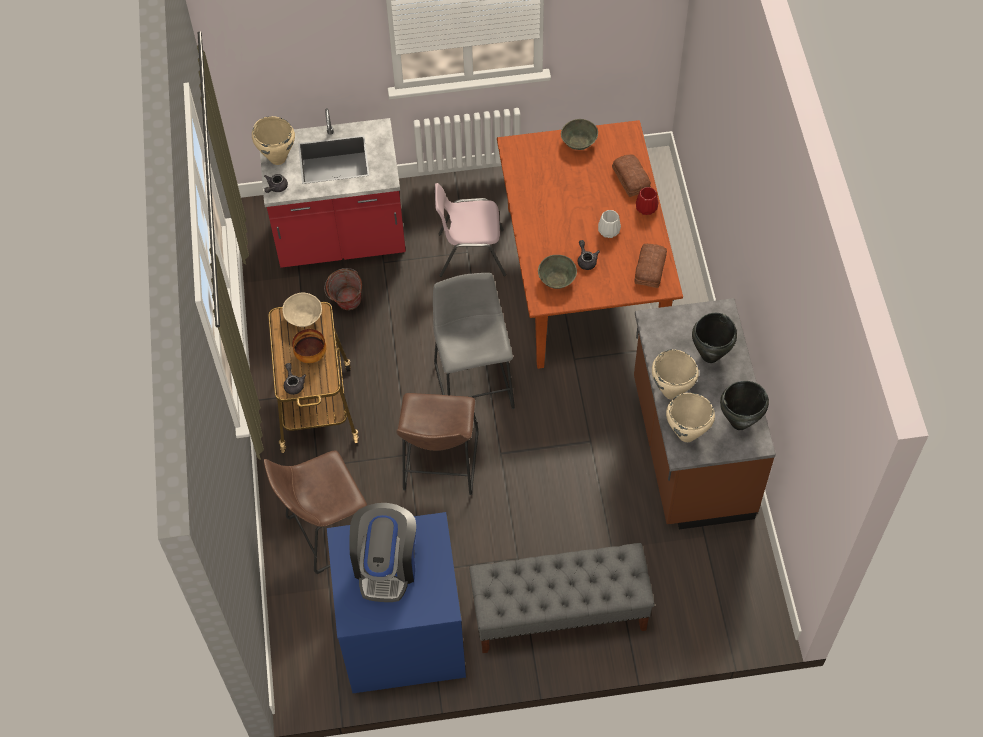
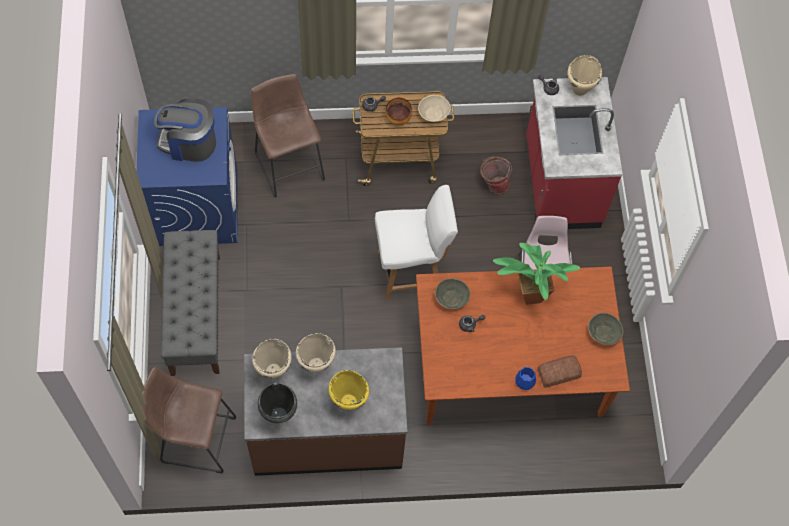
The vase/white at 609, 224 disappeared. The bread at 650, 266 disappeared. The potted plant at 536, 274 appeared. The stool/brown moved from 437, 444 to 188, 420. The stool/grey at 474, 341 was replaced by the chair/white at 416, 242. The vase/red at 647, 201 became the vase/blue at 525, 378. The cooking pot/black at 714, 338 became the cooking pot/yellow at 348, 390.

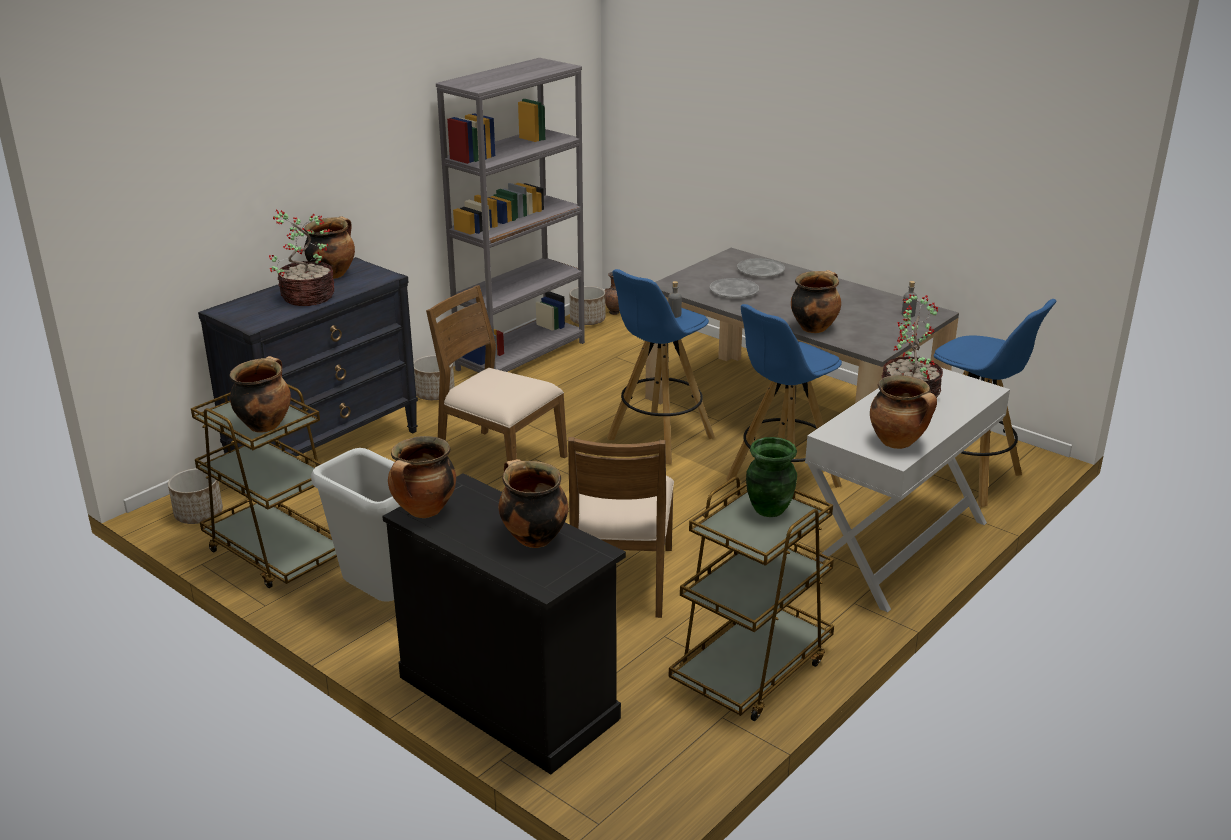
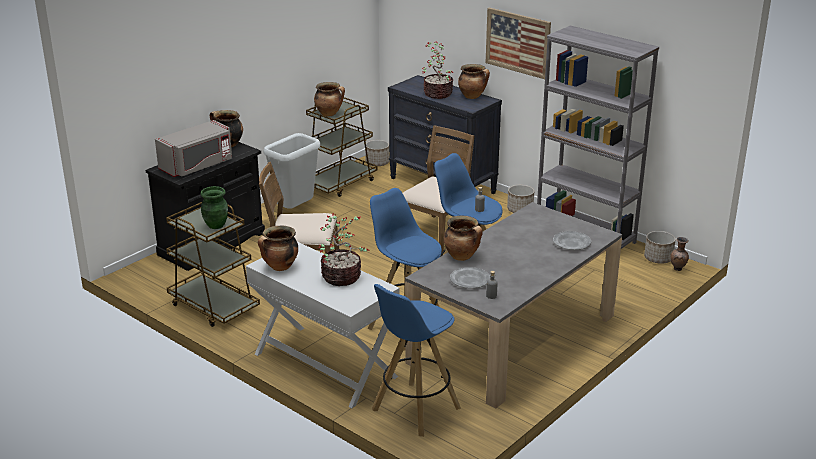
The picture at 518, 43 appeared. The plate/grey moved from 734, 288 to 470, 278. The cooking pot at 533, 503 was replaced by the microwave/grey at 193, 148.

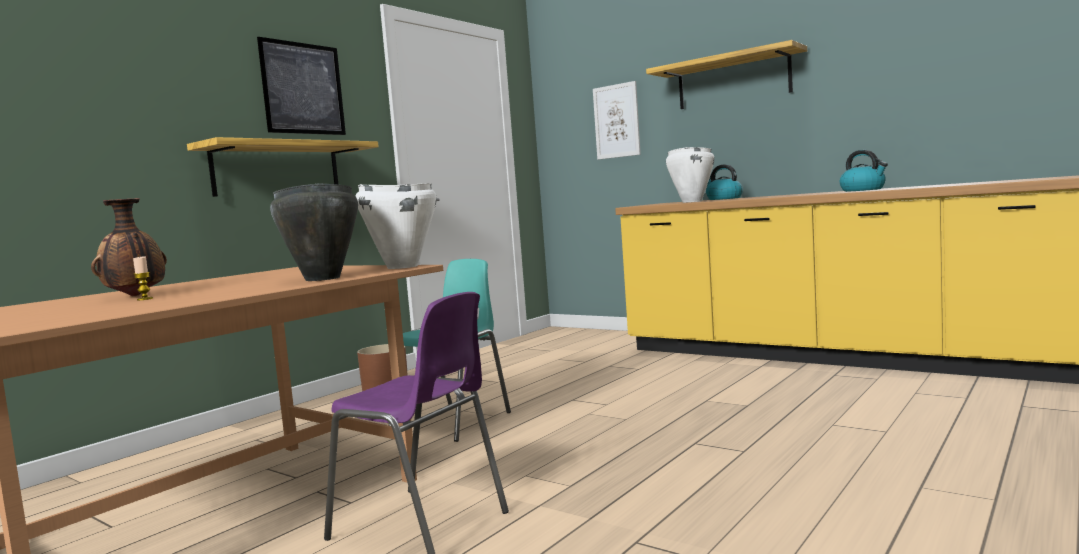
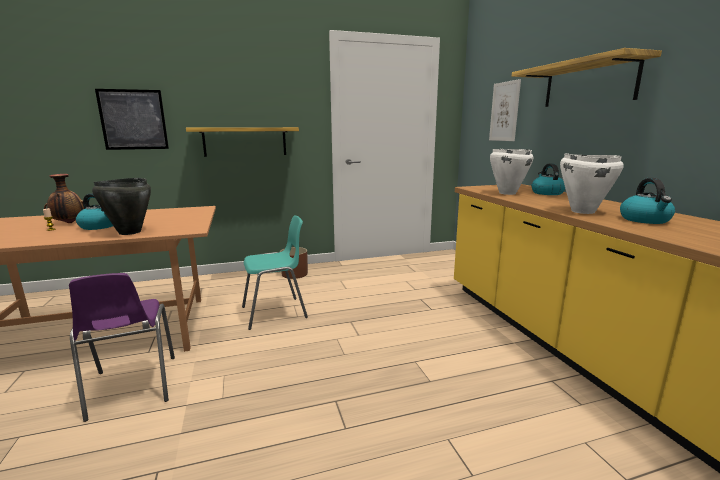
The kettle at 94, 211 appeared. The picture moved from 301, 86 to 132, 119. The cooking pot/white moved from 396, 226 to 592, 183.

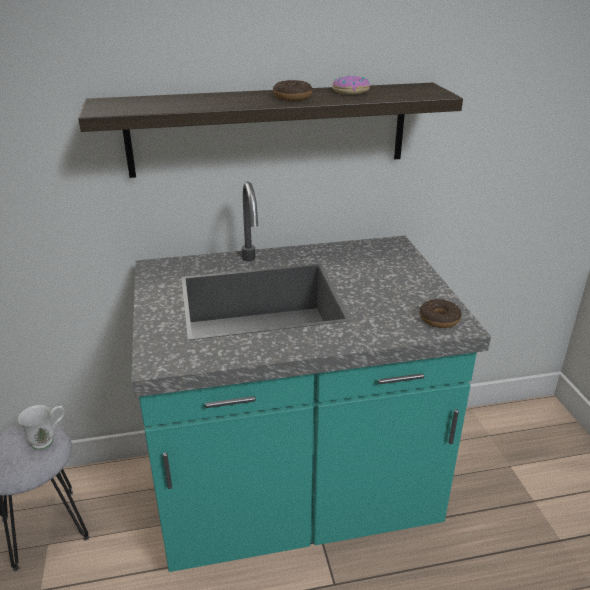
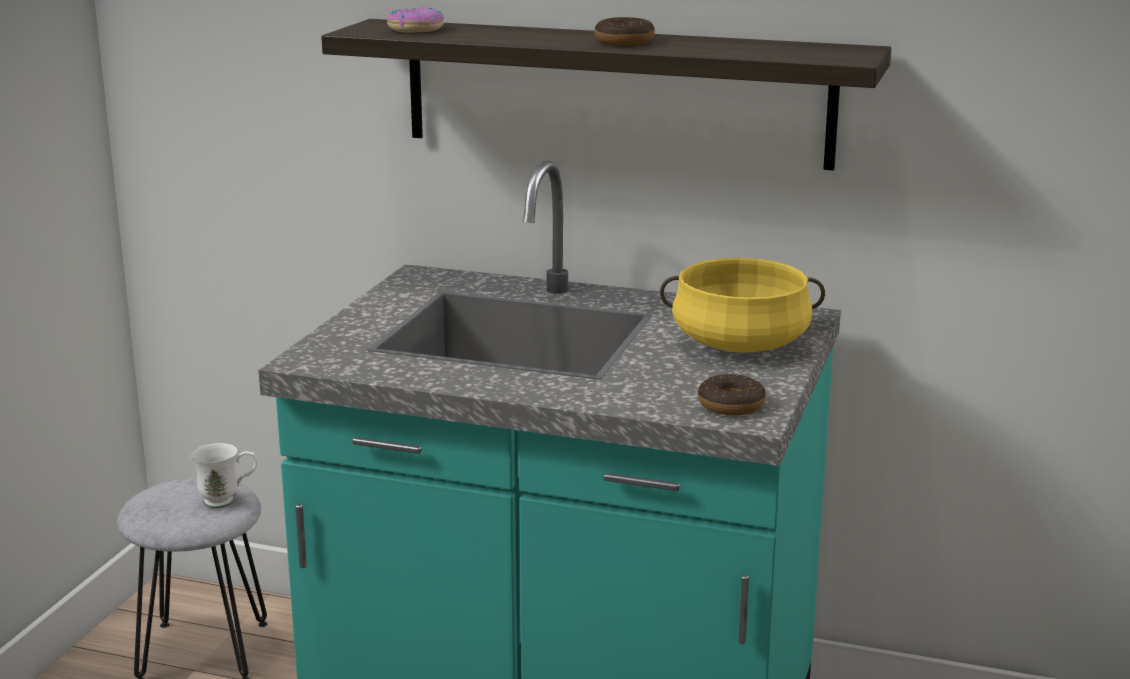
The cooking pot/yellow at 742, 305 appeared. The donut moved from 351, 85 to 415, 20.

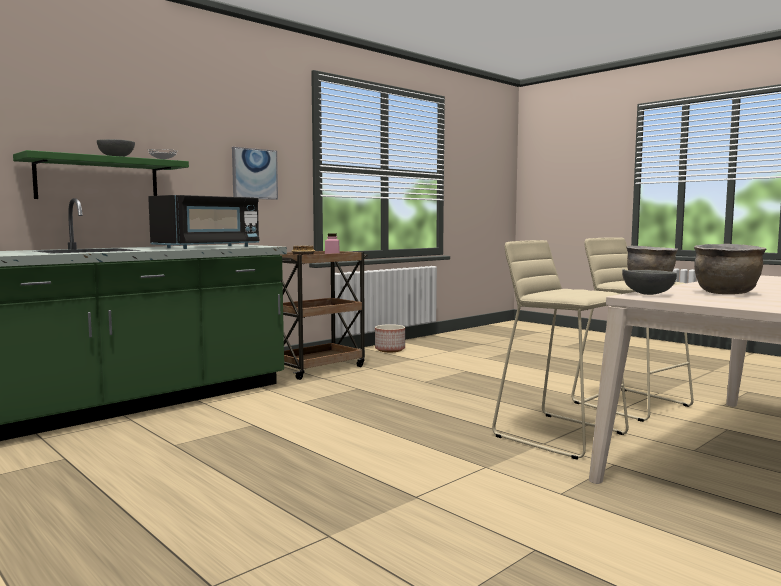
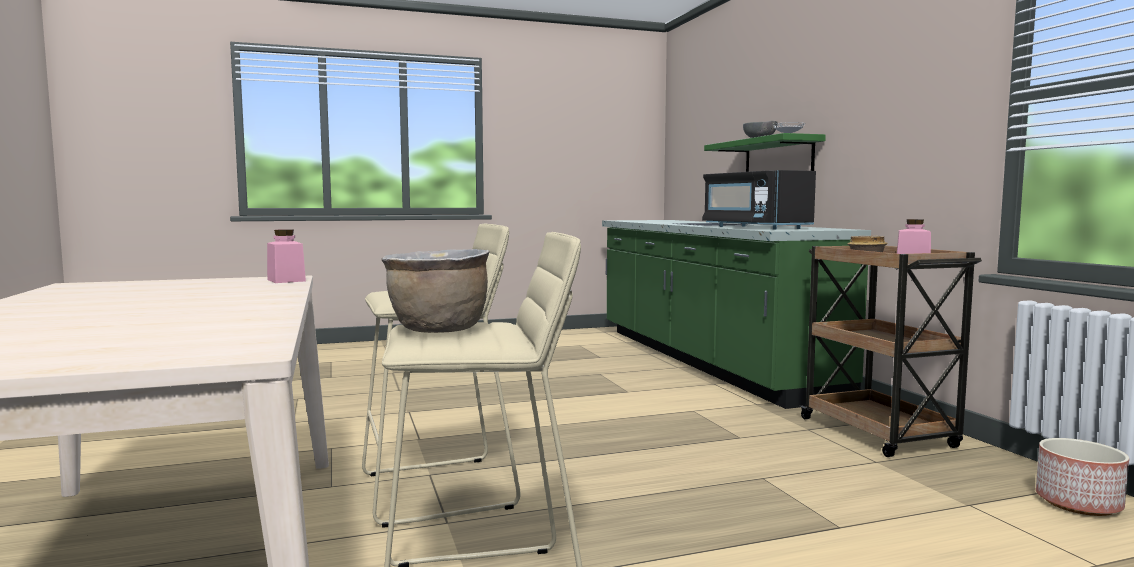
The picture at 255, 173 disappeared. The cooking pot/brown at 730, 269 disappeared. The bowl/grey at 649, 282 was replaced by the jar/pink at 286, 256.

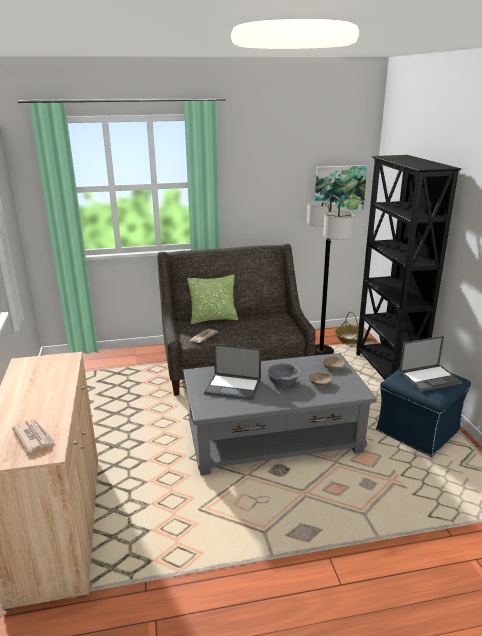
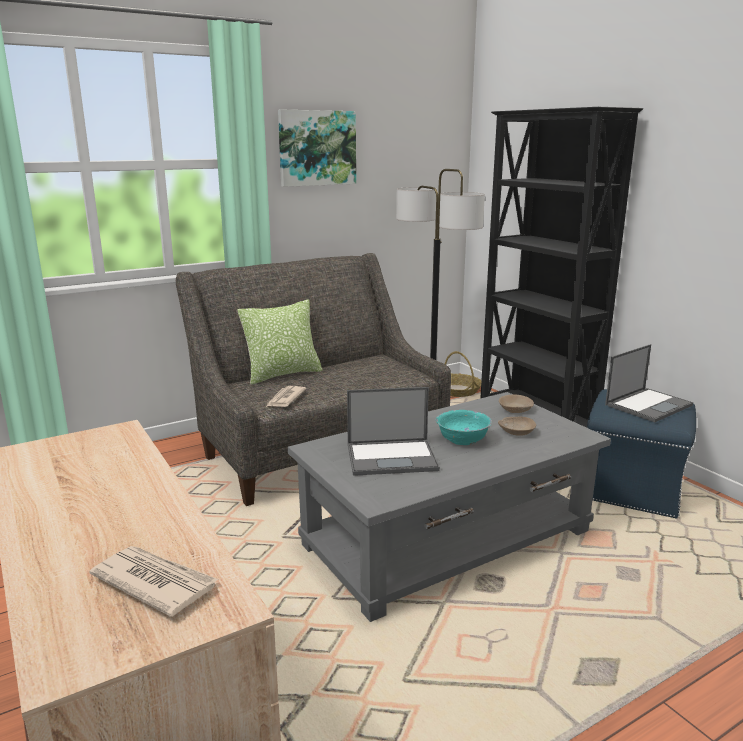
The picture moved from 341, 188 to 317, 148. The bowl/grey at 283, 375 became the bowl/turquoise at 464, 427.

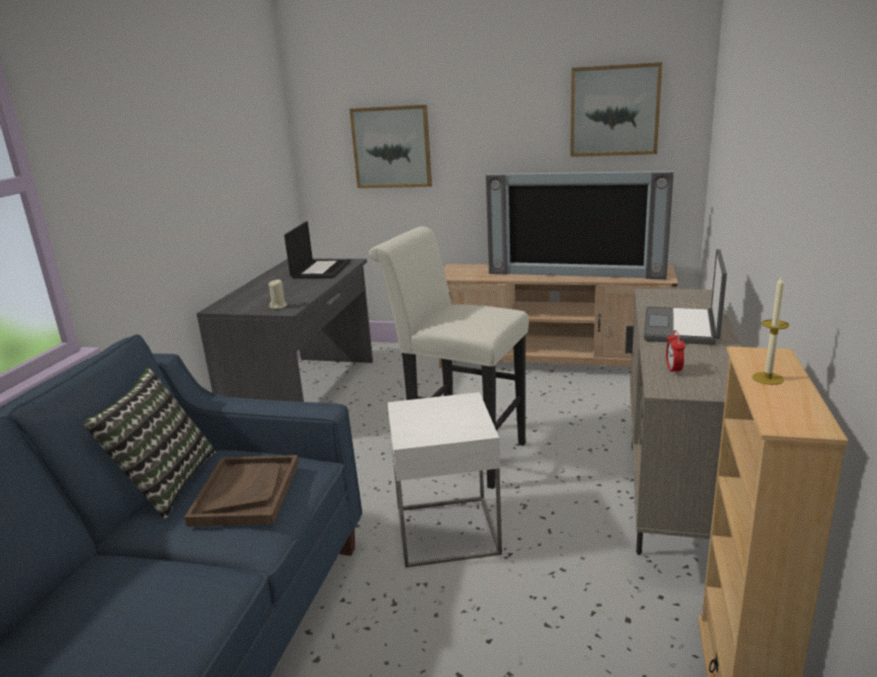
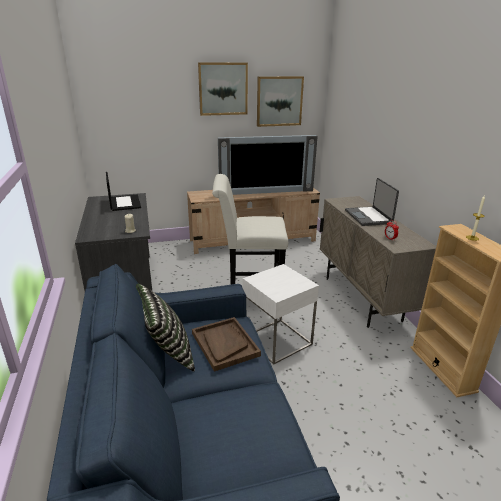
The picture moved from 391, 146 to 223, 89.

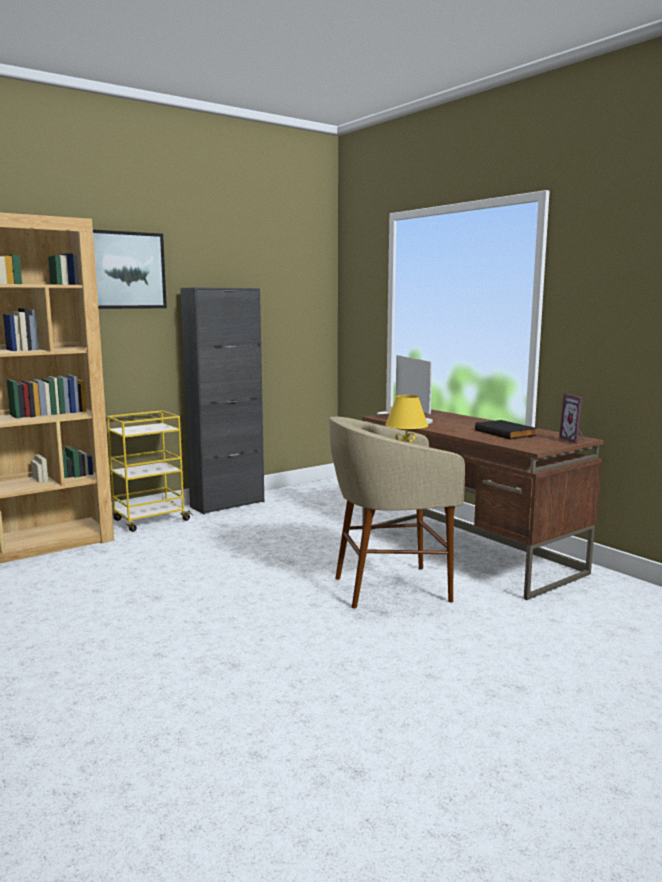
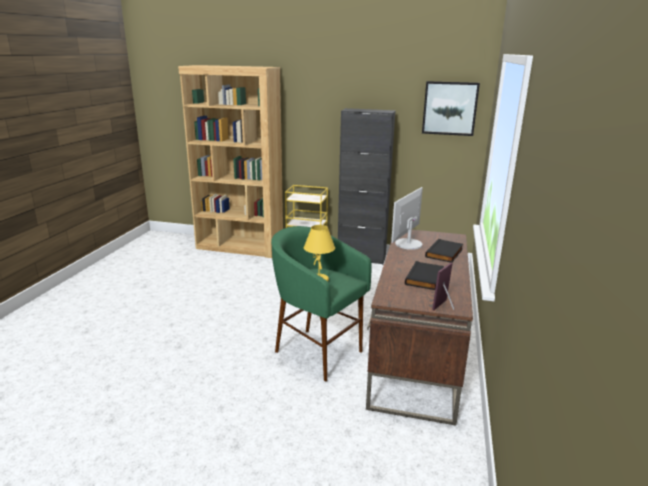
The book/black at 444, 251 appeared. The picture moved from 130, 269 to 451, 108. The stool/beige at 397, 512 became the stool/green at 321, 303.

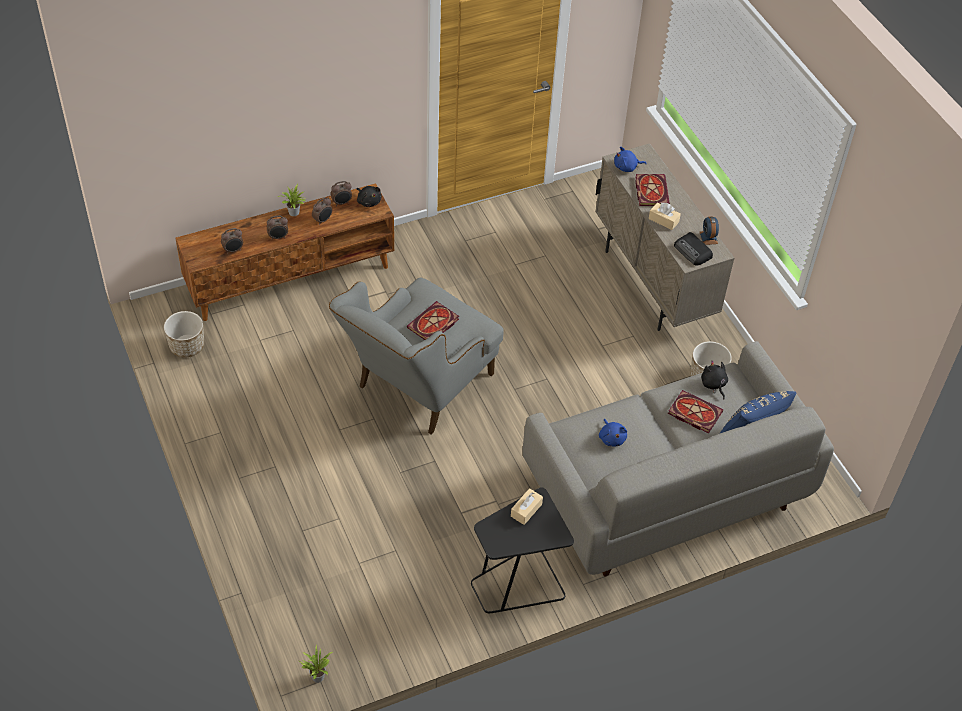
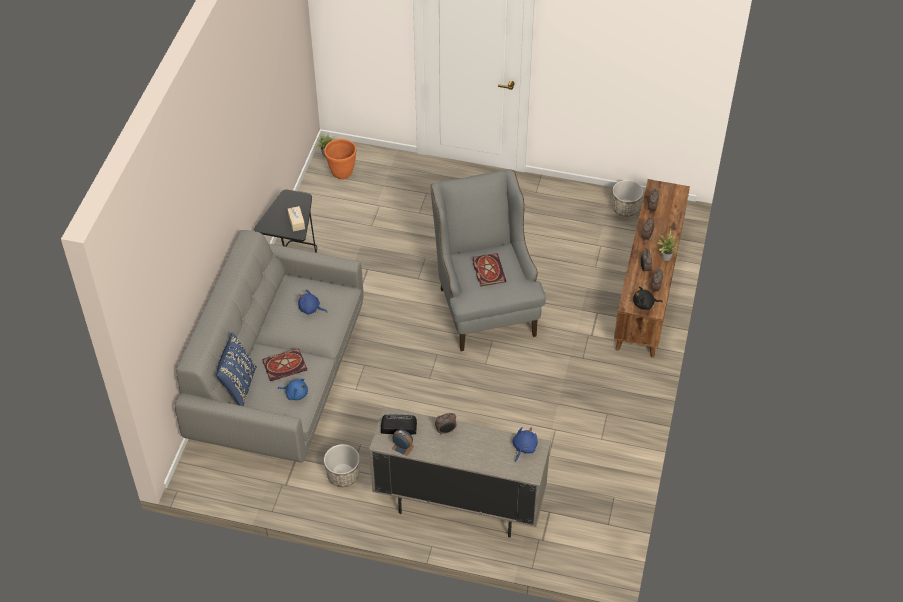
The book at 652, 190 disappeared. The planter/orange at 340, 159 appeared. The tissue box/beige at 665, 216 was replaced by the alarm clock at 446, 424. The plush toy/black at 714, 380 became the plush toy/blue at 293, 389.

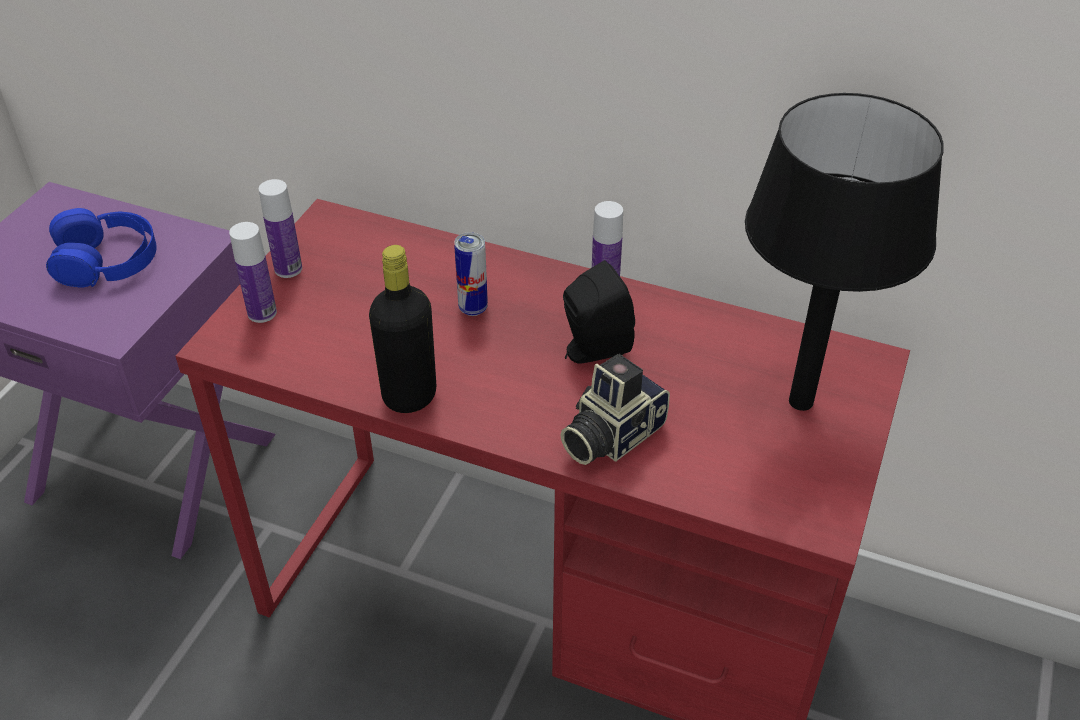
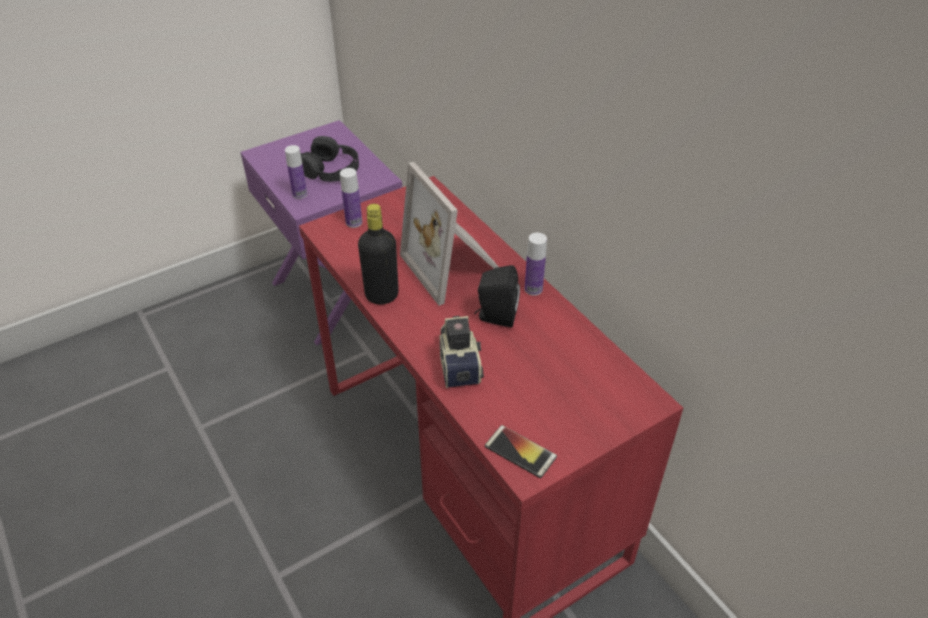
The table lamp/black at 844, 252 disappeared. The phone at 521, 451 appeared. The bottle moved from 280, 228 to 296, 172. The can at 471, 274 was replaced by the picture frame at 449, 234. The headphones/blue at 101, 248 became the headphones/black at 330, 159. The photo camera at 615, 409 turned 90 degrees clockwise.

